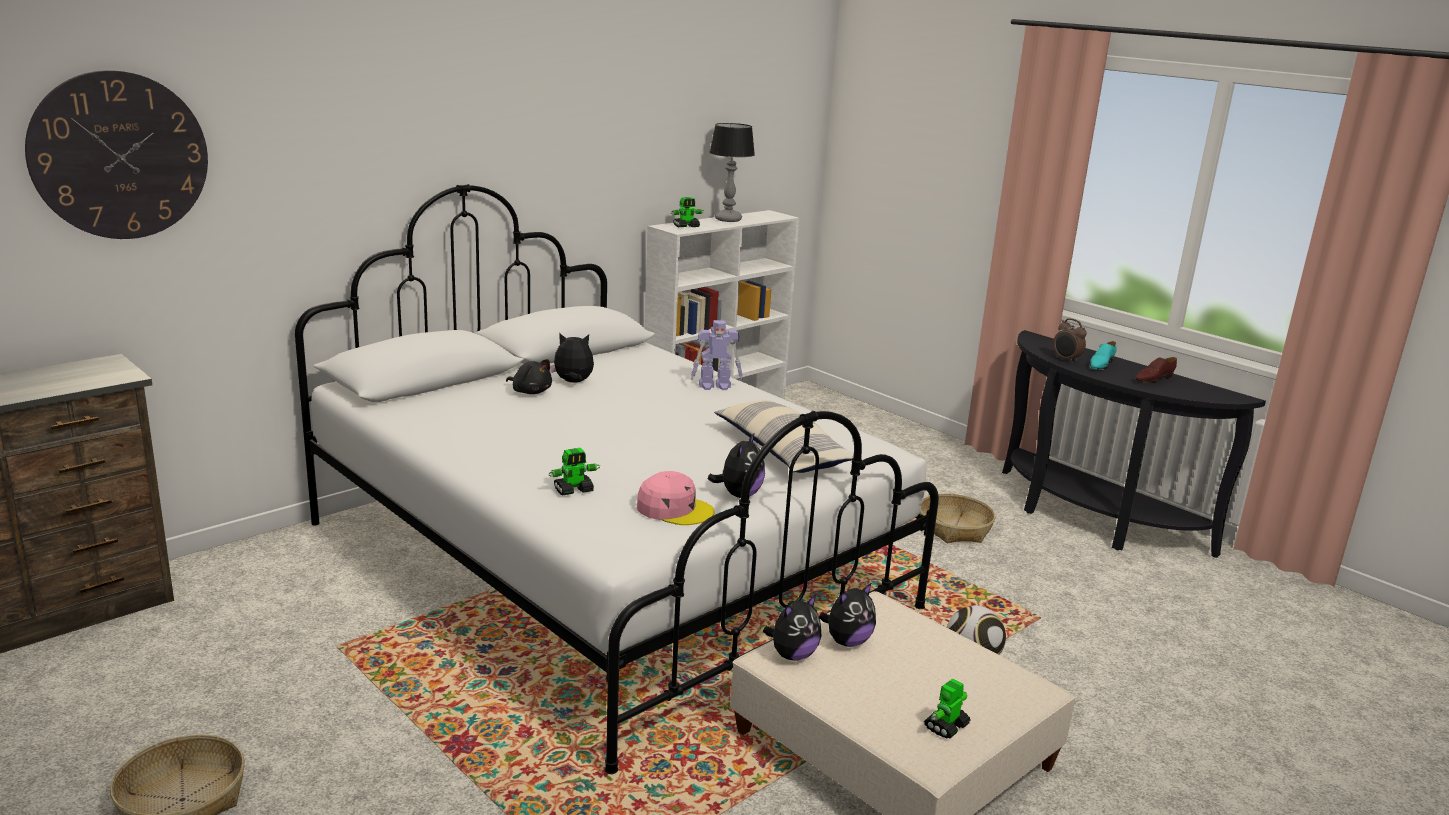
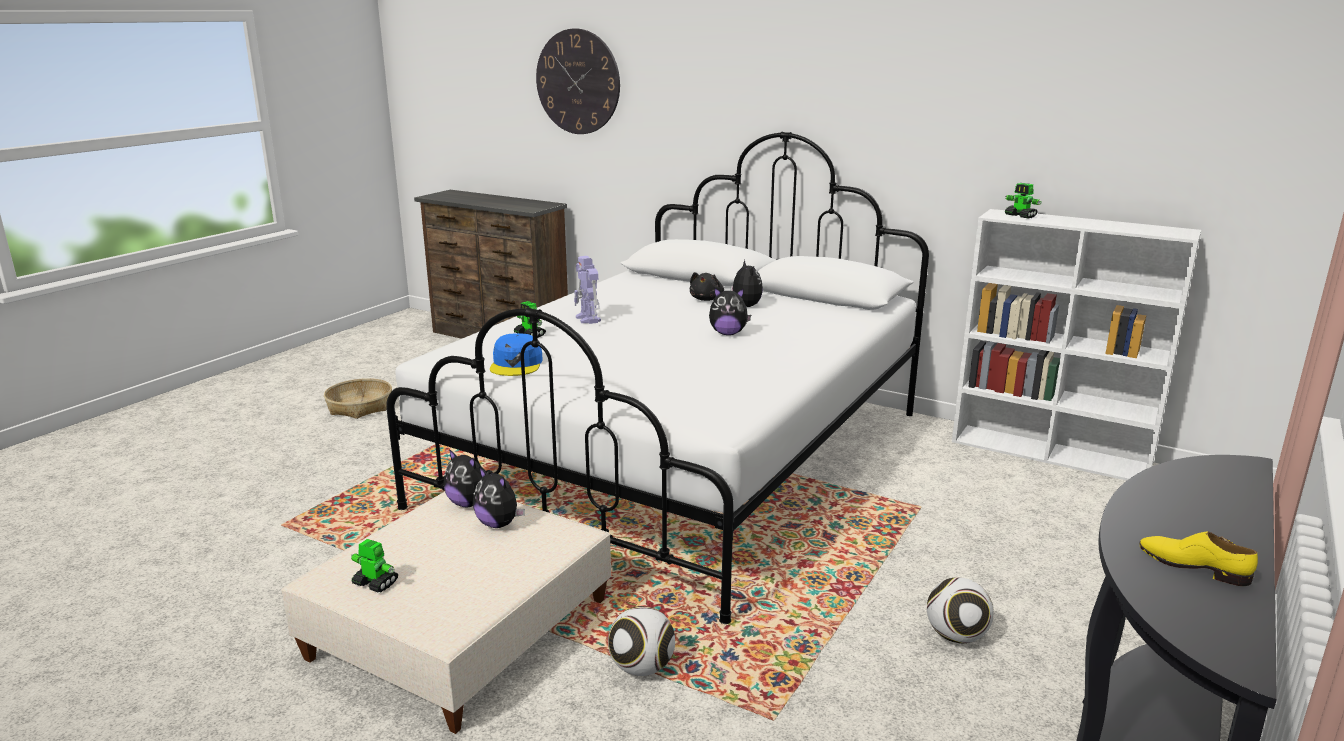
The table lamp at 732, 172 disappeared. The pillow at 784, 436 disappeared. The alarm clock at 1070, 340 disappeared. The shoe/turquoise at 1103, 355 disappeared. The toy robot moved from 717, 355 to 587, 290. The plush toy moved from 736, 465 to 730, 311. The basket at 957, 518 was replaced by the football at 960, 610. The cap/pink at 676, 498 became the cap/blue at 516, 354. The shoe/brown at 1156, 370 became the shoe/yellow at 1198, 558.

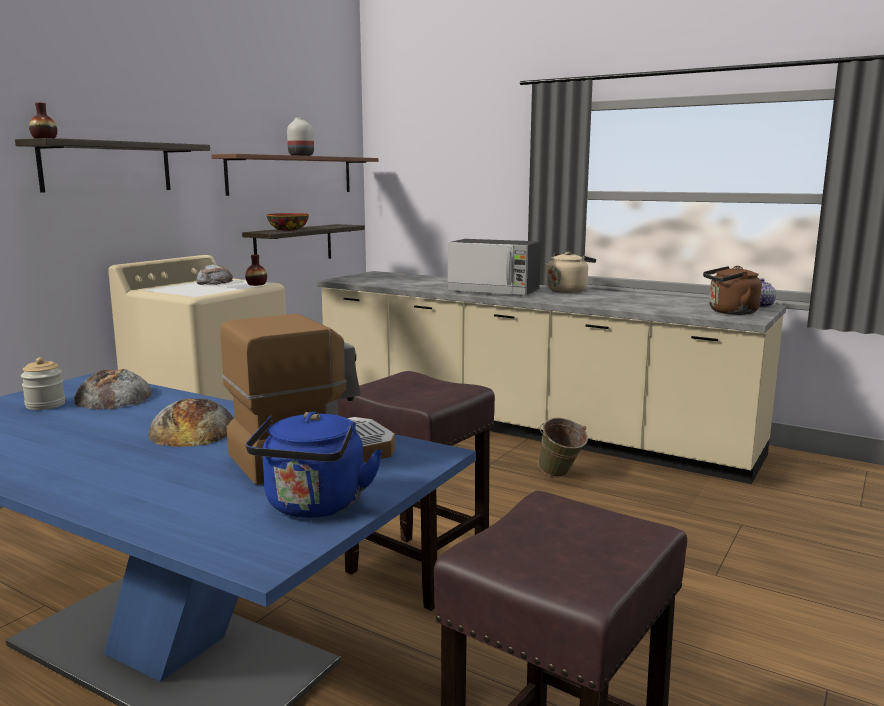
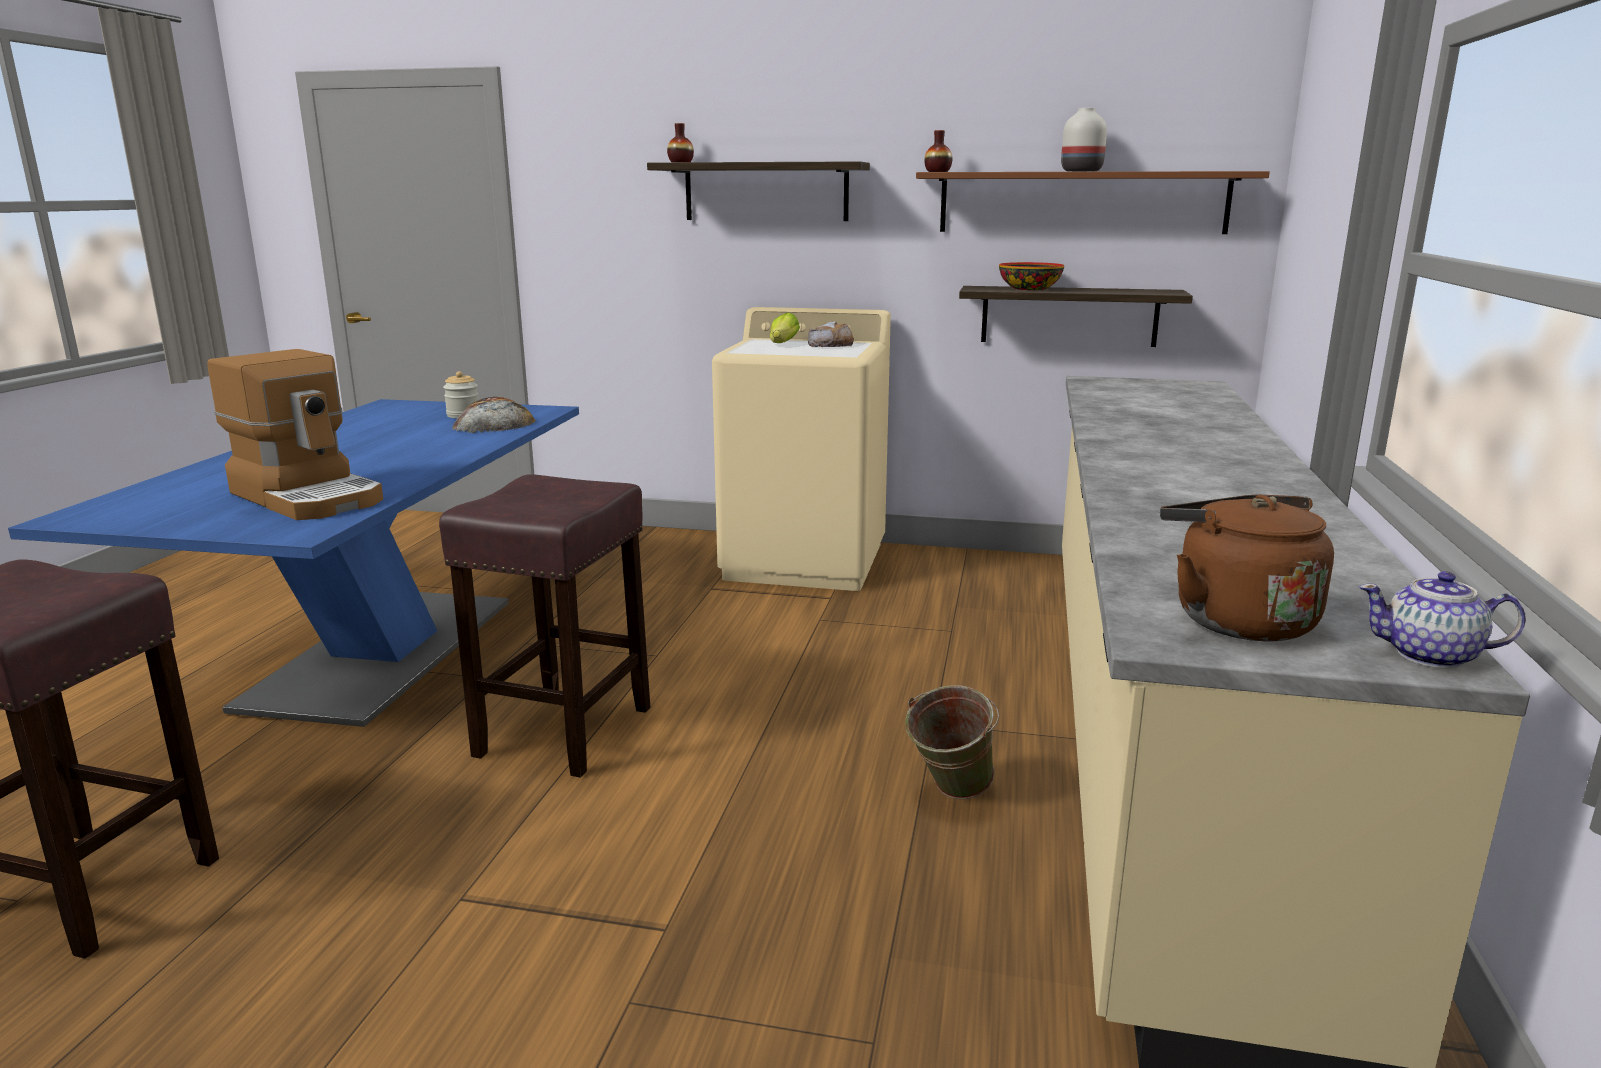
The bread at 190, 422 disappeared. The kettle/blue at 314, 464 disappeared. The microwave at 494, 267 disappeared. The kettle/beige at 570, 272 disappeared. The lettuce at 785, 328 appeared. The vase moved from 256, 270 to 938, 151.

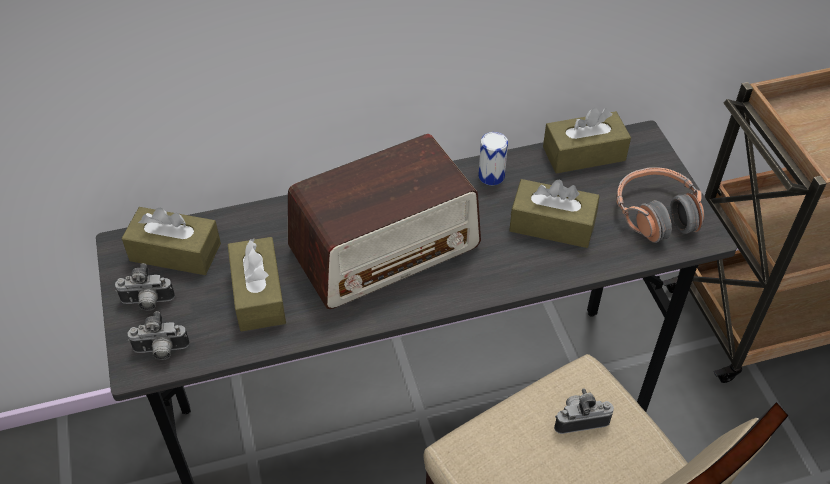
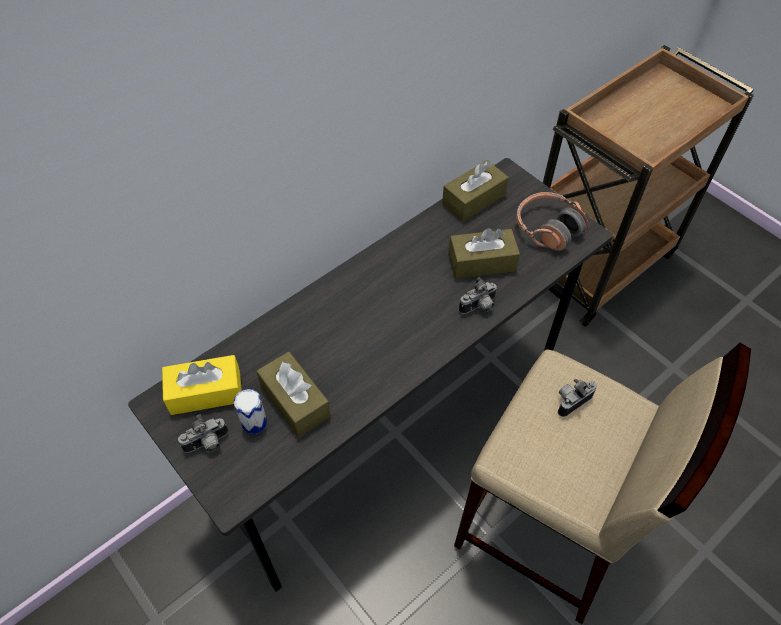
The radio at 384, 221 disappeared. The photo camera moved from 158, 335 to 478, 295. The can moved from 493, 158 to 250, 411. The tissue box/brown at 171, 241 became the tissue box/yellow at 202, 385.

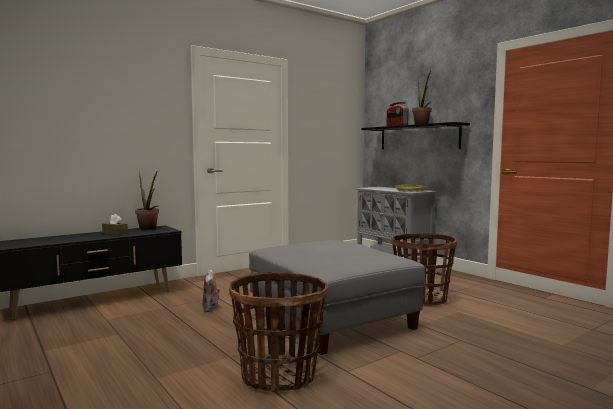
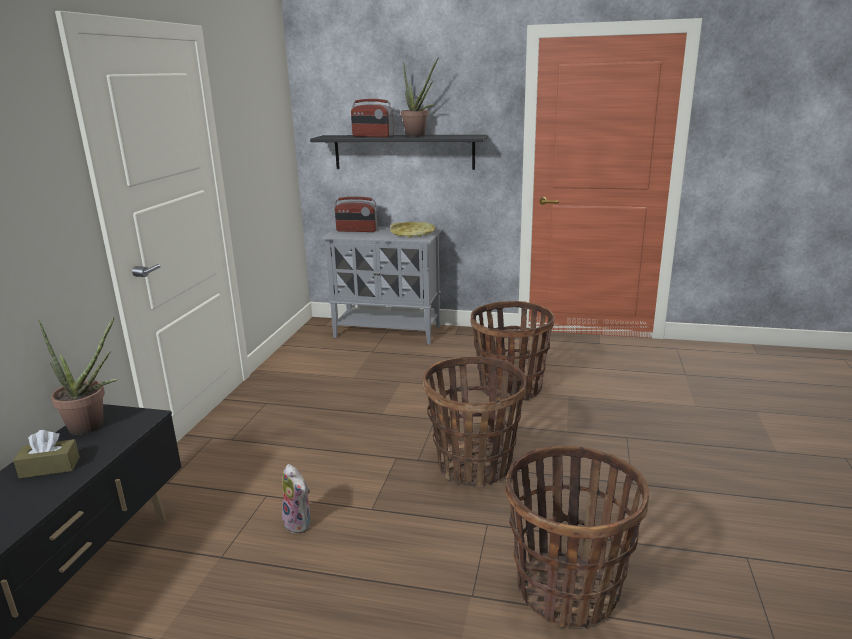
The radio at 356, 214 appeared. The ottoman/grey at 337, 297 was replaced by the basket at 474, 422.

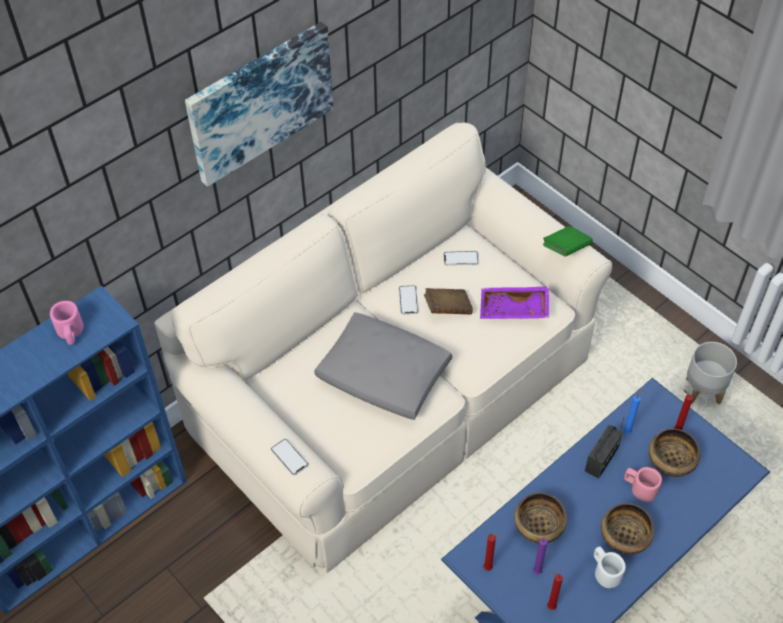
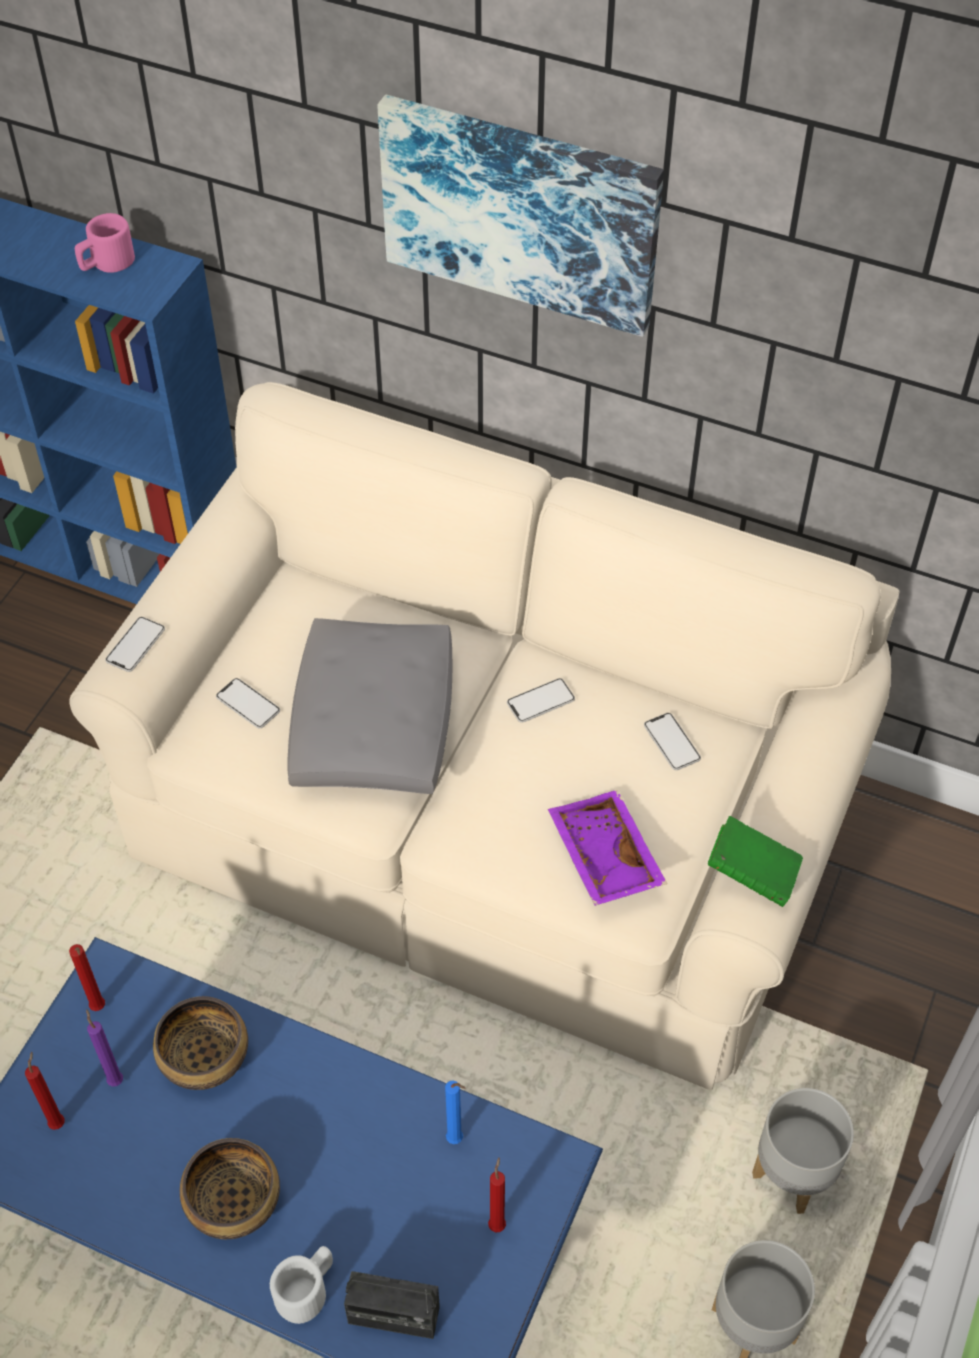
The book/brown at 448, 301 disappeared. The mug/pink at 643, 484 disappeared. The bowl at 674, 452 disappeared. The phone at 248, 703 appeared. The planter/grey at 803, 1151 appeared. The radio moved from 605, 446 to 392, 1305. The mug/white moved from 610, 567 to 301, 1285.

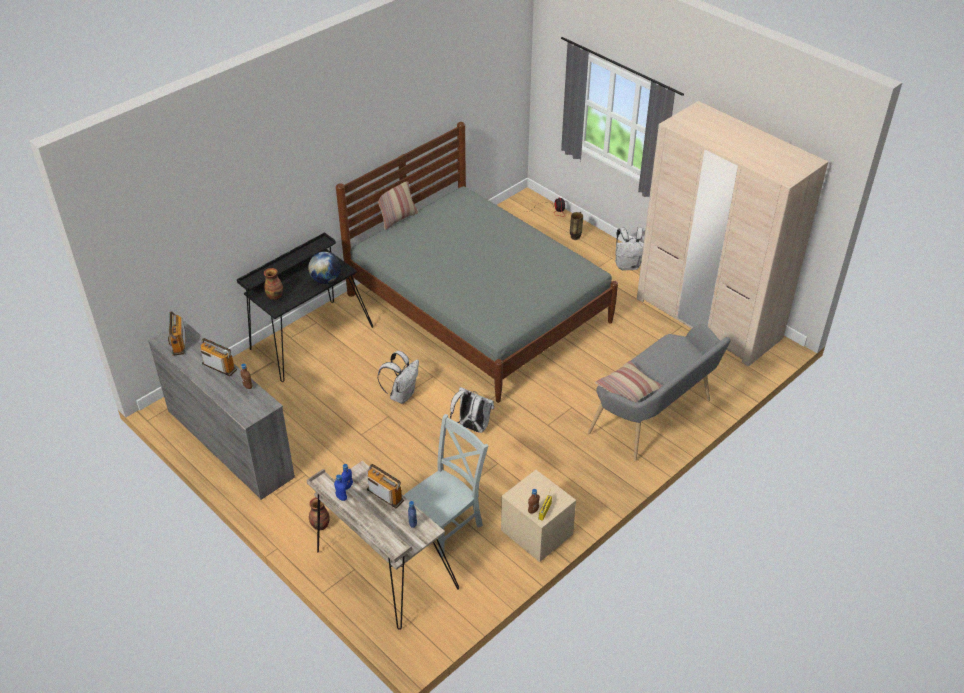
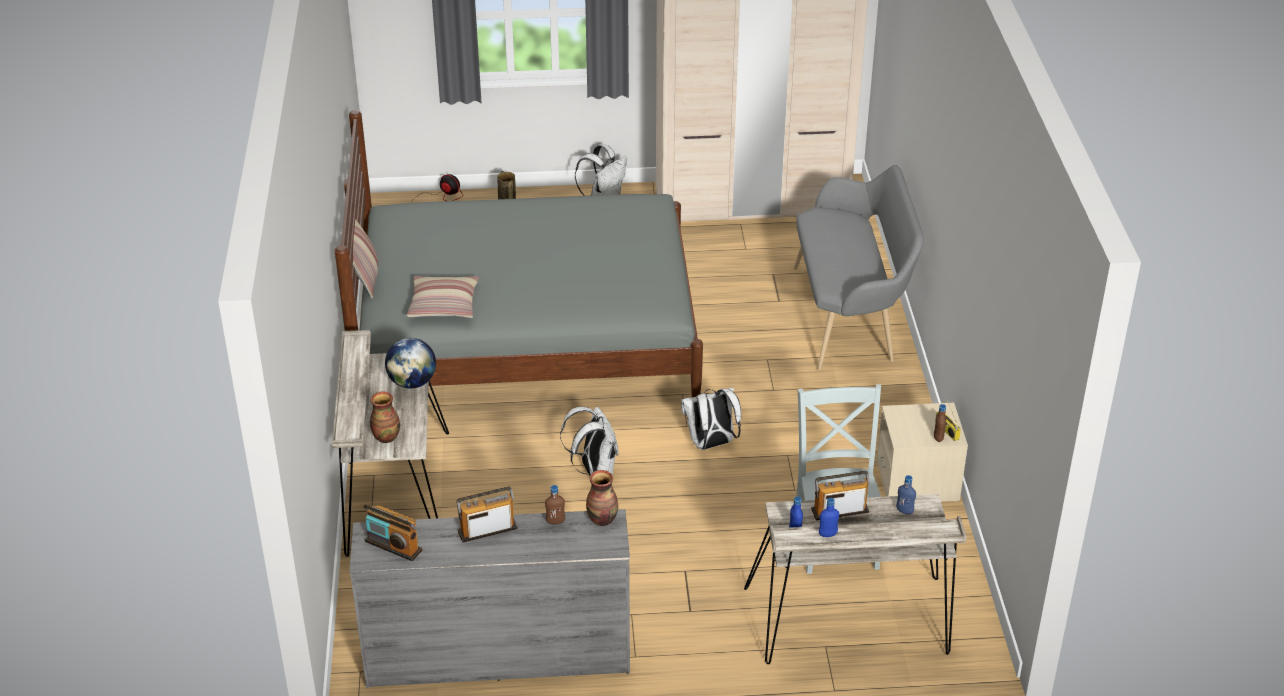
The vase moved from 319, 513 to 602, 498. The pillow moved from 629, 382 to 442, 297. The desk/black at 305, 307 became the desk/beige at 390, 443.

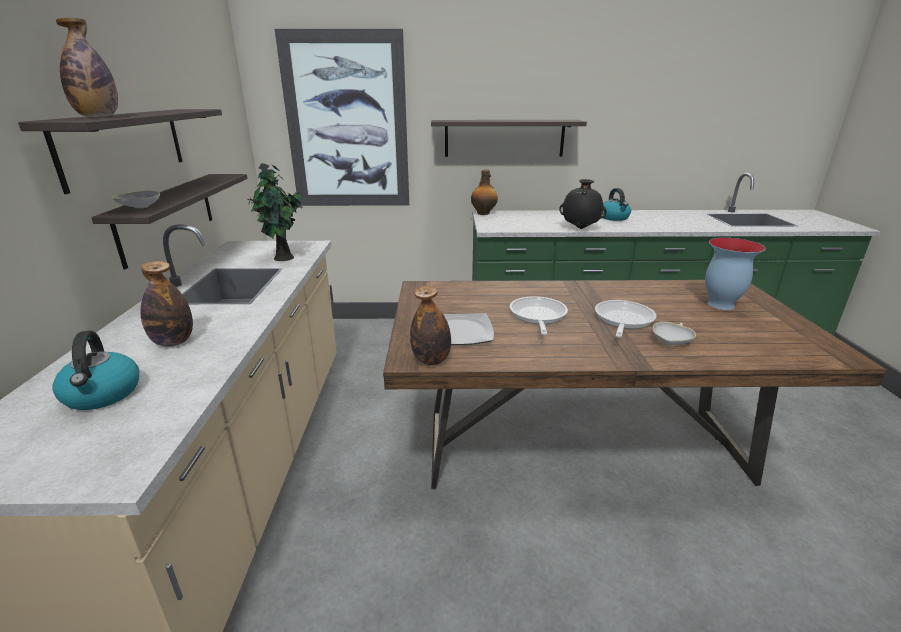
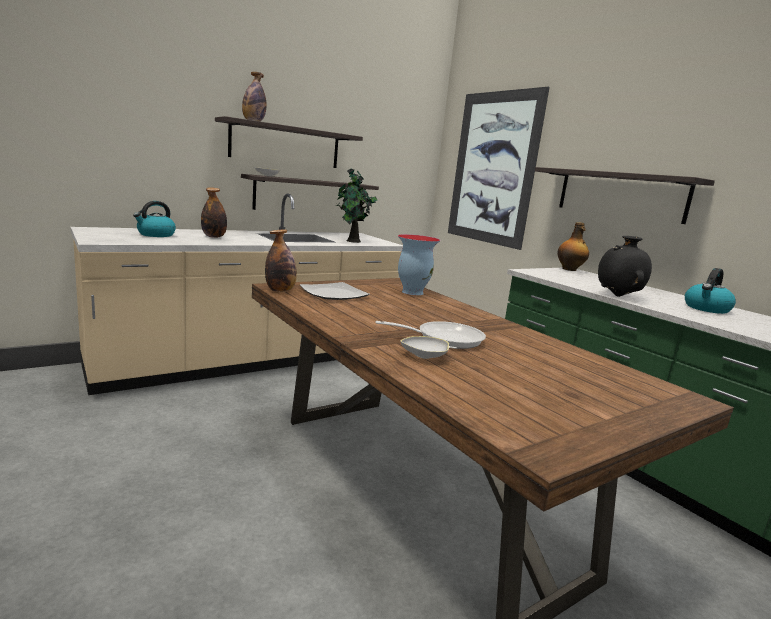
The frying pan at 539, 315 disappeared. The vase moved from 735, 274 to 419, 264.

